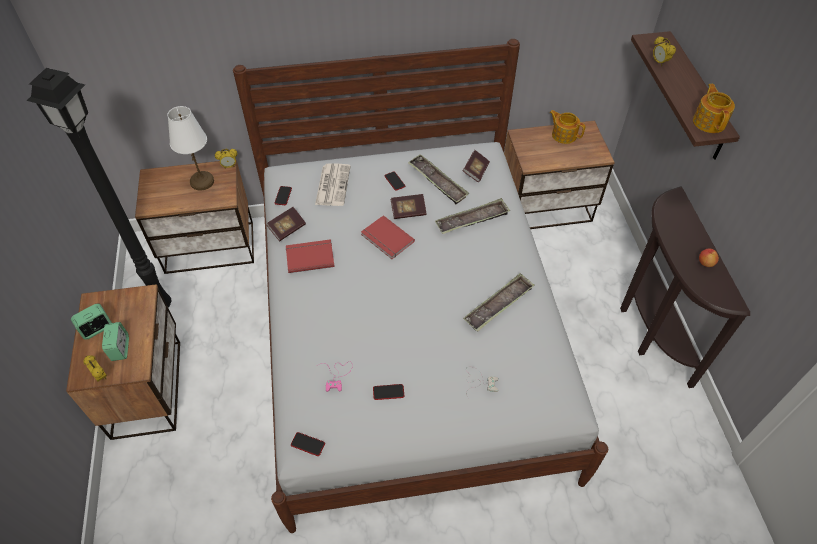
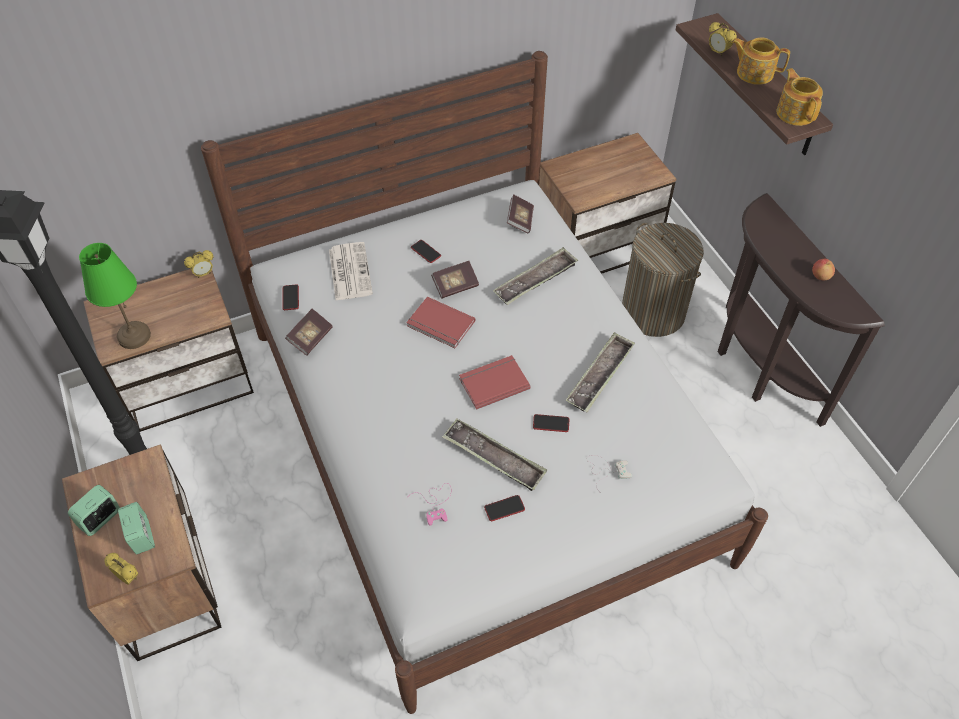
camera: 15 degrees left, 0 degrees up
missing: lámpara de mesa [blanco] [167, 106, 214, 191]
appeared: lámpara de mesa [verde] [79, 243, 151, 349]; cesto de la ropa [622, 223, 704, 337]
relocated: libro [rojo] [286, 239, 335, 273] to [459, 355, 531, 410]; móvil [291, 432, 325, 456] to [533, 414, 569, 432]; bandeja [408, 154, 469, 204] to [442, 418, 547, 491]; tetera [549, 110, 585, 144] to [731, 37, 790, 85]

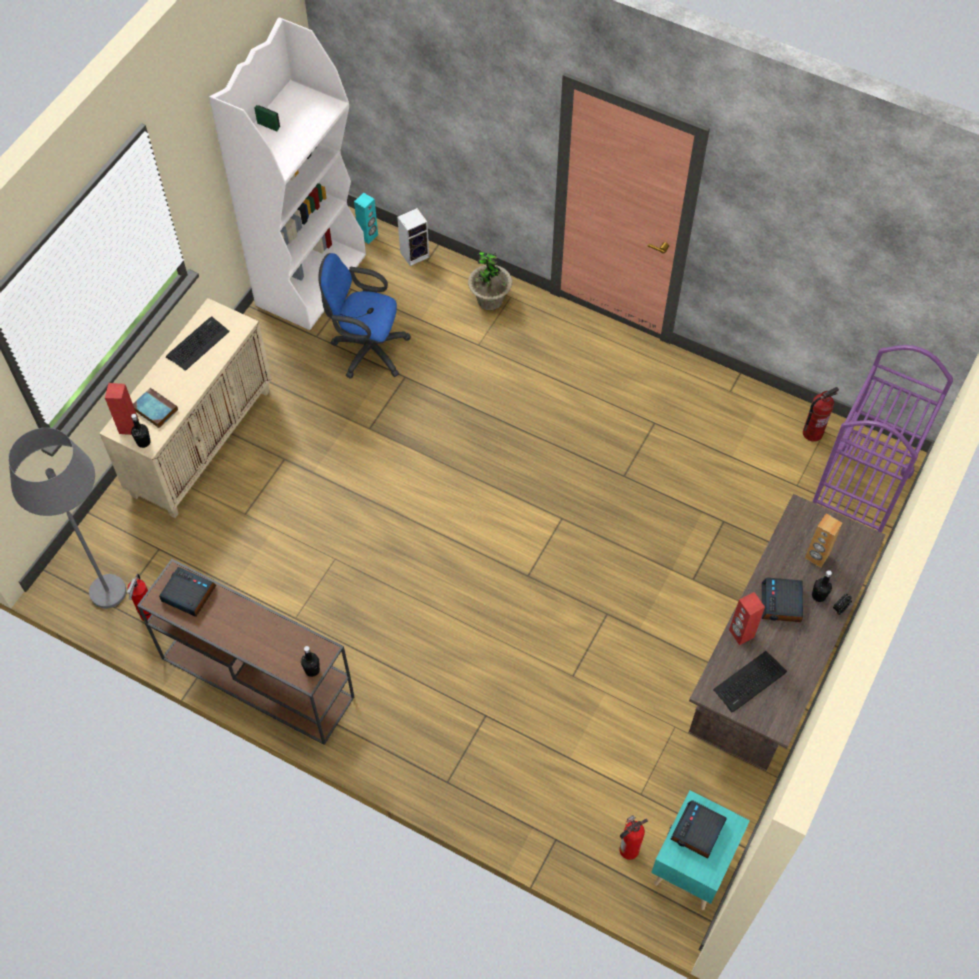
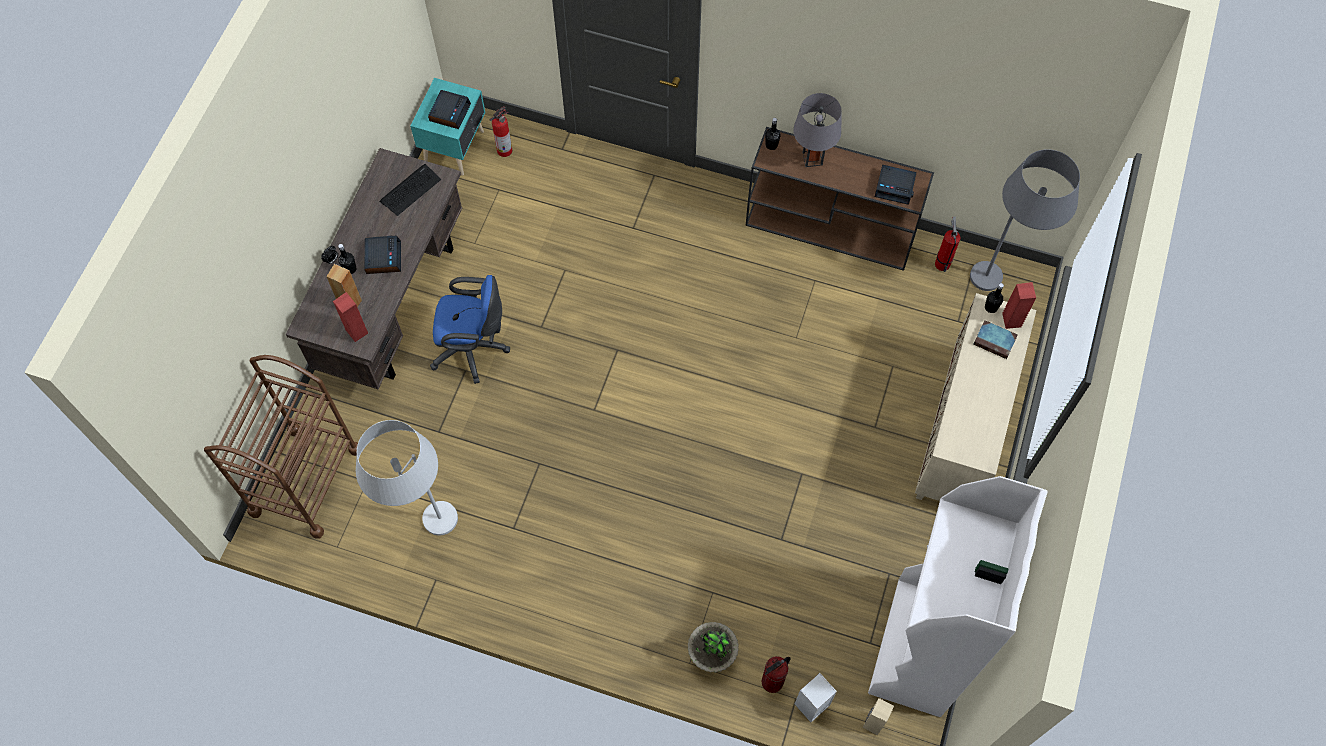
camera: 170 degrees right, 5 degrees up
missing: teclado [166, 317, 230, 371]
appeared: lámpara de pie [blanco] [356, 420, 458, 536]; lámpara de mesa [gris] [793, 93, 842, 167]
relocated: silla de oficina [azul] [318, 253, 411, 379] to [430, 275, 510, 384]; altavoz [rojo] [729, 592, 765, 645] to [333, 292, 368, 342]; extintor [803, 387, 839, 442] to [761, 656, 791, 693]
colour: altavoz [turquesa] [354, 193, 378, 244] to altavoz [beis] [862, 698, 894, 735]; carrito [morado] [812, 345, 953, 533] to carrito [marrón] [204, 355, 358, 539]

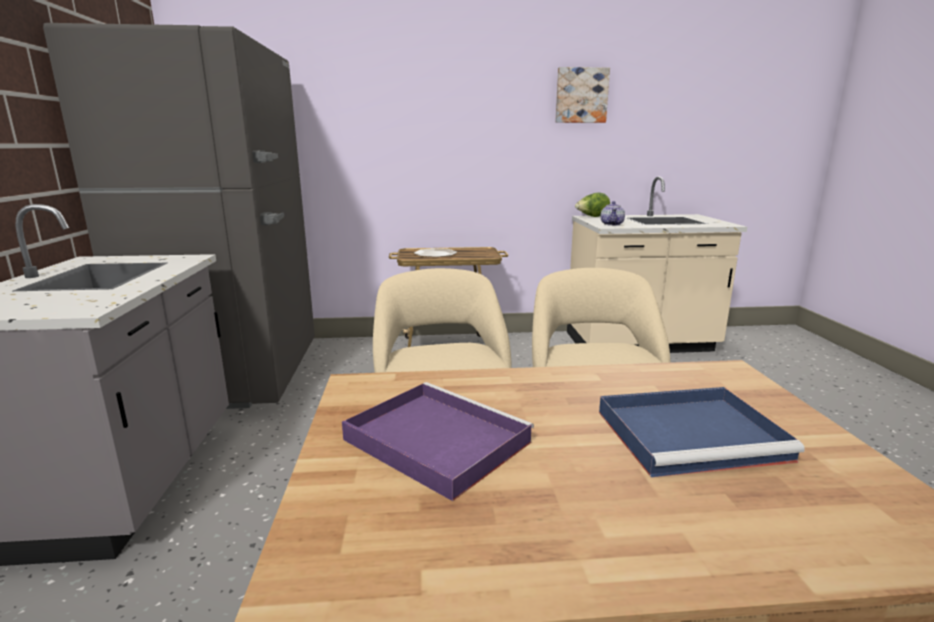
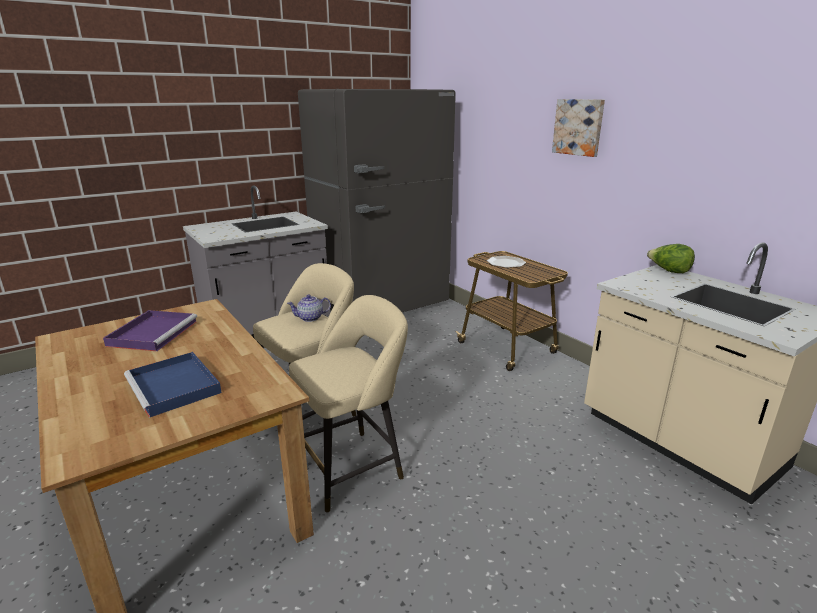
camera: 60 degrees right, 5 degrees up
relocated: cuadro [555, 67, 610, 123] to [552, 99, 605, 157]; tetera [600, 201, 625, 226] to [287, 295, 331, 322]

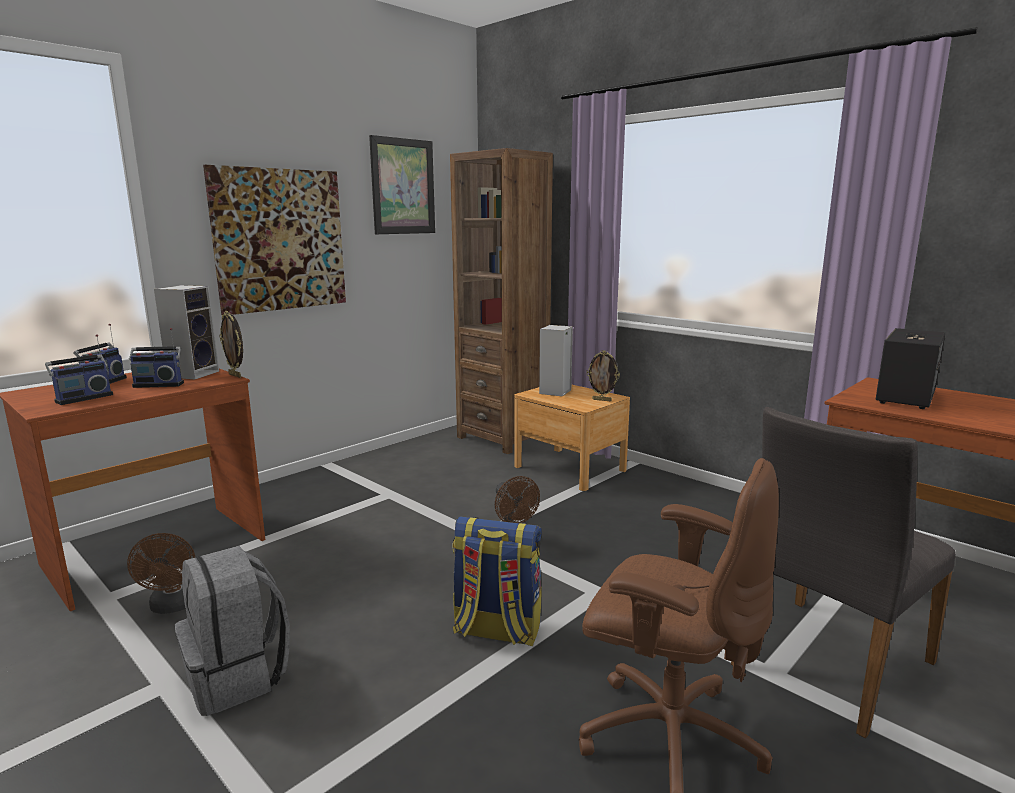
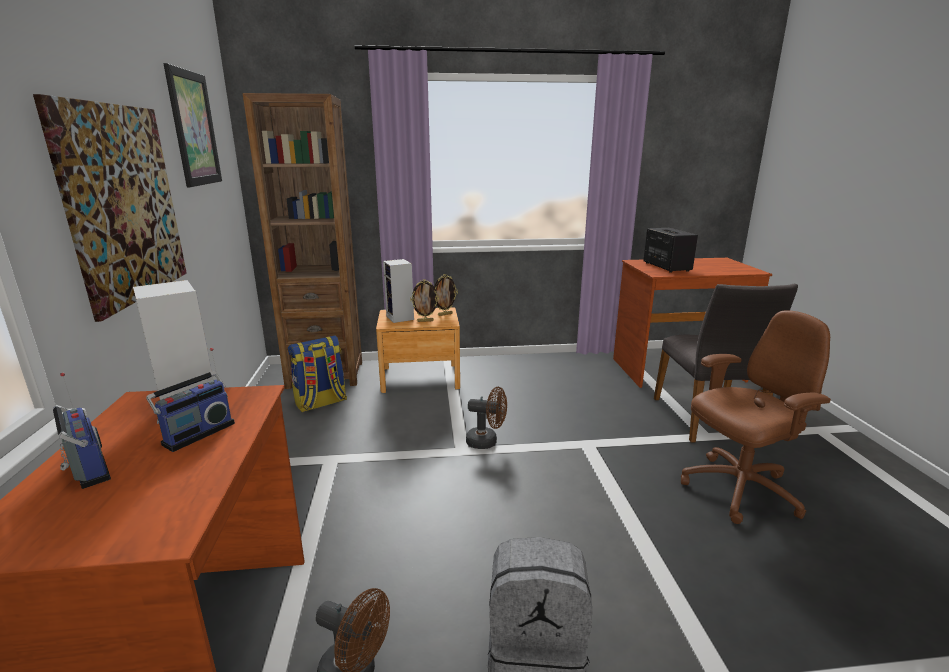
camera: 50 degrees left, 5 degrees up
missing: radio [45, 334, 113, 405]
relocated: portarretratos [220, 311, 243, 378] to [410, 279, 439, 322]; mochila [452, 517, 542, 646] to [288, 335, 347, 412]

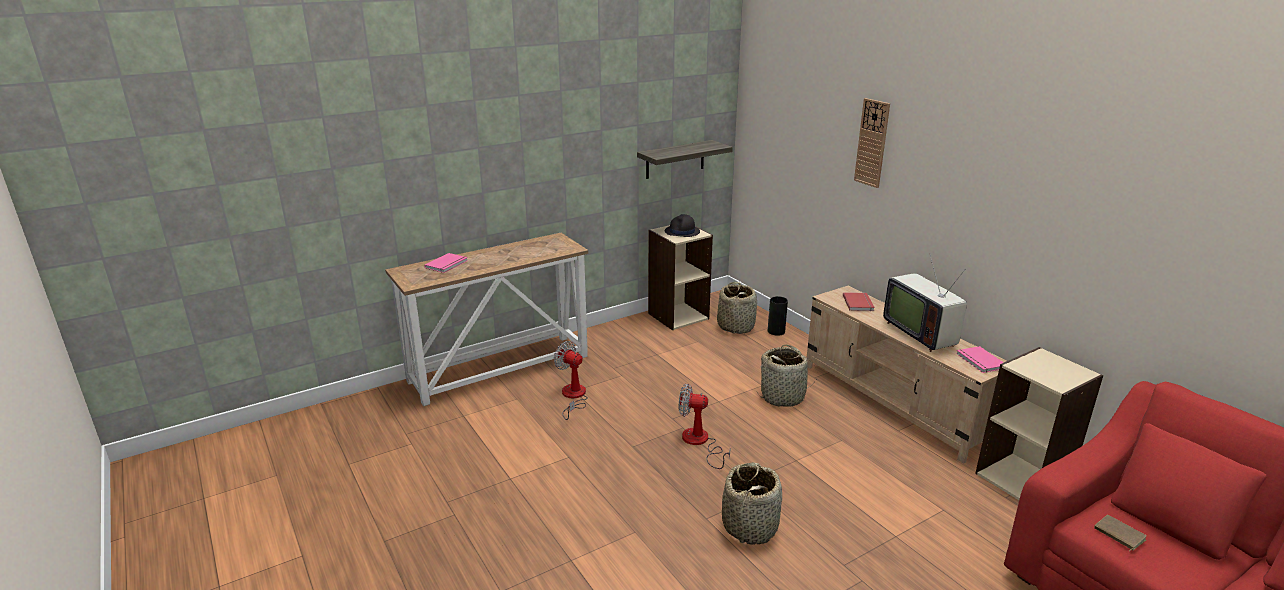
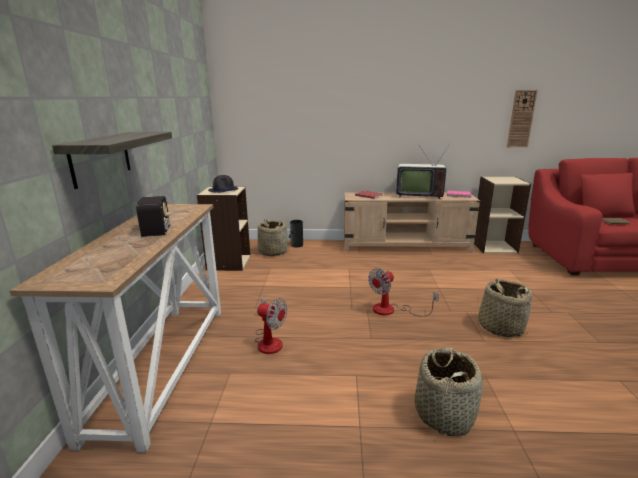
camera: 55 degrees left, 5 degrees down
missing: libro [rosa] [424, 253, 468, 273]
appeared: radio [120, 196, 171, 244]
relocated: estante [637, 140, 733, 179] to [52, 132, 172, 189]; cesta [757, 344, 817, 407] to [415, 347, 483, 436]; reloj de pared [854, 98, 890, 188] to [507, 90, 538, 147]
spun: ventilador [554, 341, 588, 420] = [255, 296, 287, 354] 135 degrees counterclockwise

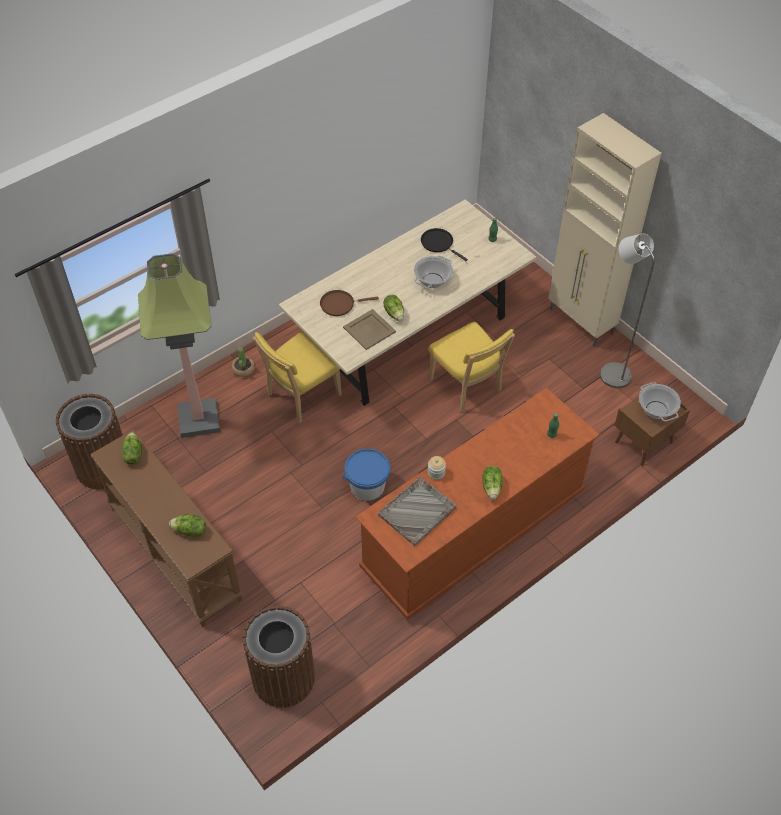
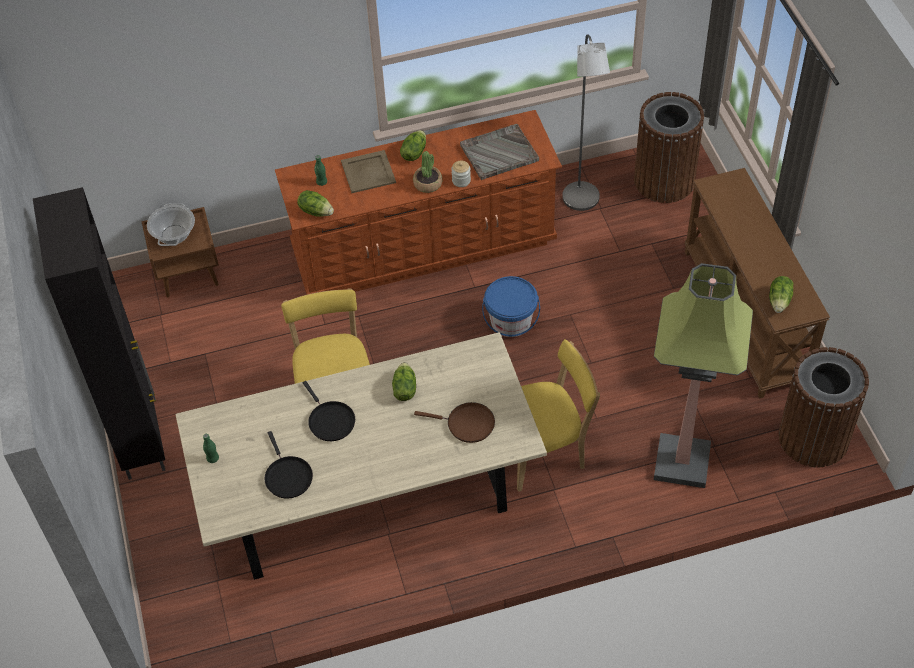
camera: 155 degrees left, 0 degrees up
relocated: lechuga [169, 515, 206, 536] to [297, 190, 334, 217]; planta en maceta [232, 347, 254, 377] to [413, 151, 442, 193]; bandeja [beis] [343, 309, 396, 350] to [341, 150, 396, 193]; lámpara de pie [gris] [600, 234, 655, 388] to [562, 35, 610, 211]
exchanged: olla [414, 256, 453, 288] to sartén [negro] [302, 381, 355, 441]
colour: armario [beis] [549, 113, 662, 346] to armario [negro] [33, 187, 165, 480]

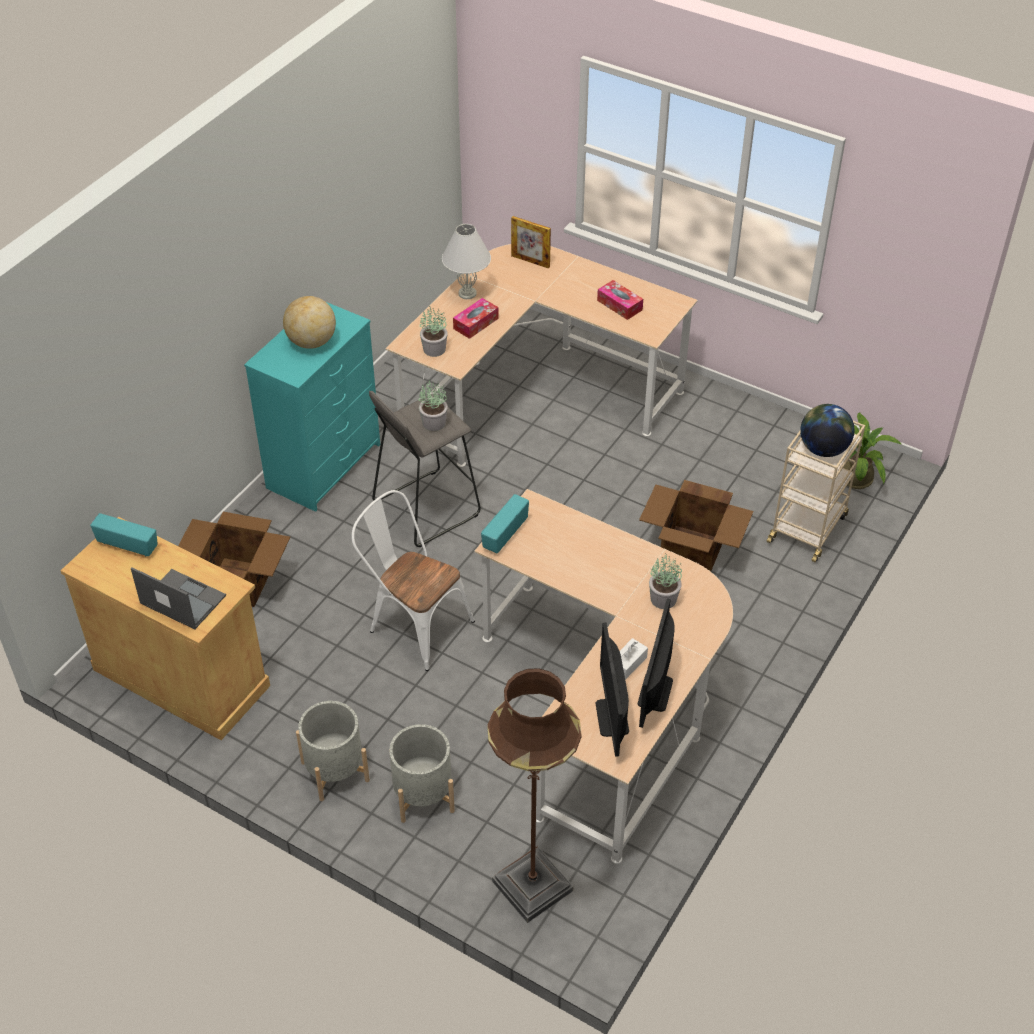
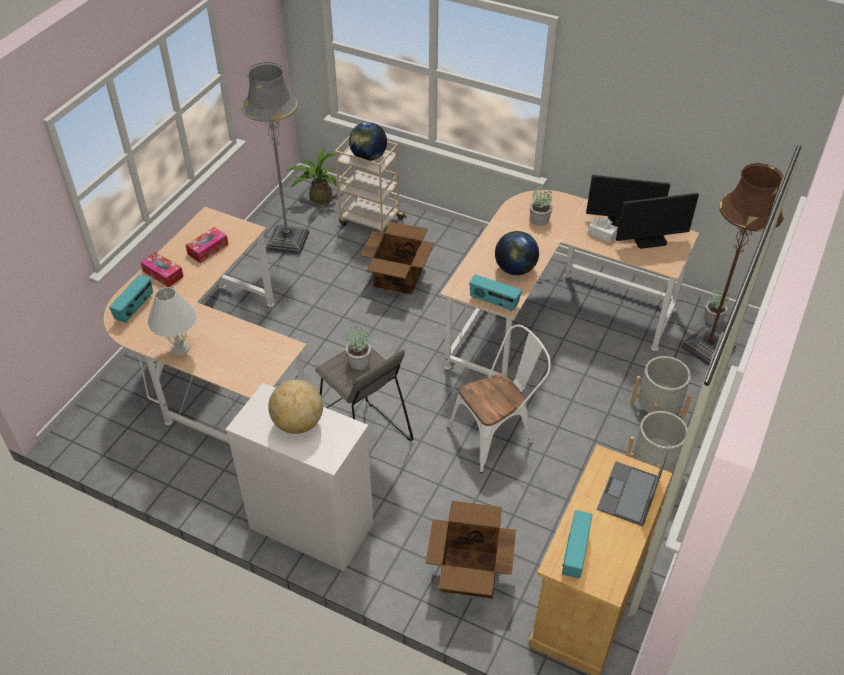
camera: 95 degrees left, 0 degrees up
appeared: lámpara de pie [gris] [242, 62, 309, 255]; globo terráqueo [495, 231, 539, 275]
relocated: planta en maceta [420, 306, 448, 357] to [704, 286, 730, 325]; caja de pañuelos [453, 298, 499, 339] to [140, 252, 184, 287]
exchanged: portarretratos [511, 216, 551, 269] to radio [109, 275, 153, 323]
colour: cómoda [turquesa] [244, 302, 380, 512] to cómoda [blanco] [225, 383, 374, 571]
spun: silla [blanco] [352, 490, 475, 671] = [447, 324, 551, 473] 150 degrees counterclockwise

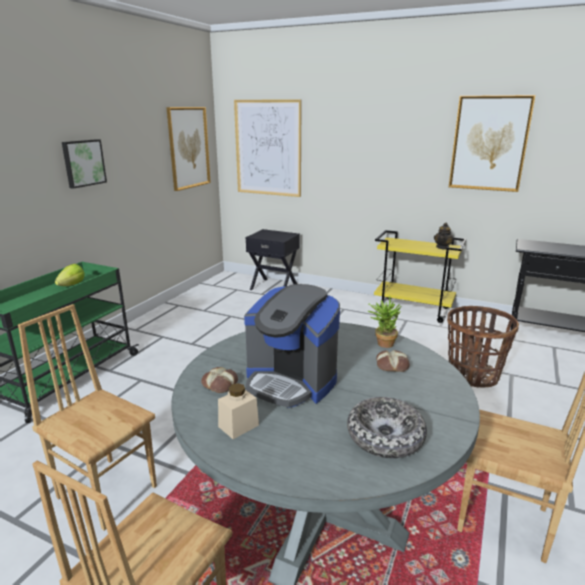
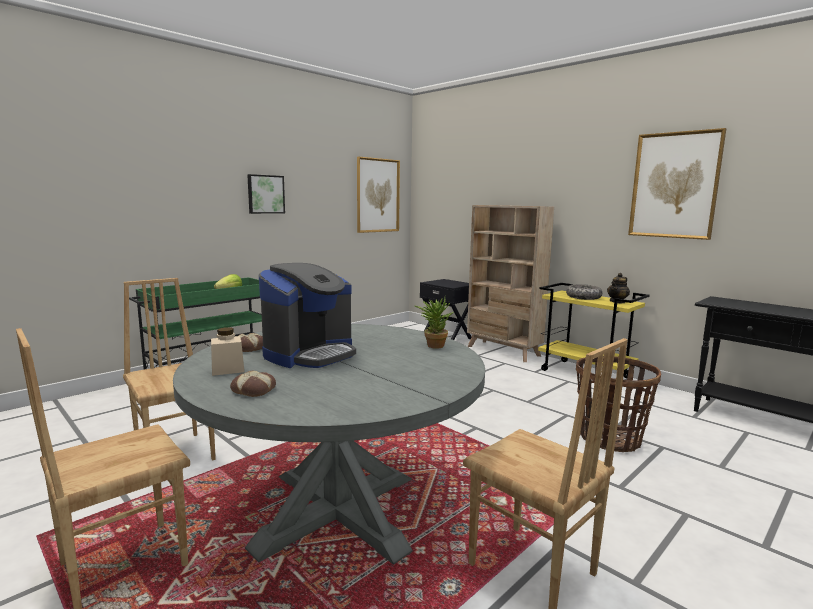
camera: 20 degrees right, 10 degrees down
missing: cuadro [234, 99, 302, 197]
appeared: estantería [beis] [467, 205, 554, 362]
relocated: cuenco [347, 397, 427, 458] to [566, 284, 602, 300]; pan [376, 350, 410, 372] to [230, 371, 276, 397]
spun: cafetera [244, 284, 340, 408] = [259, 263, 356, 368] 105 degrees counterclockwise

